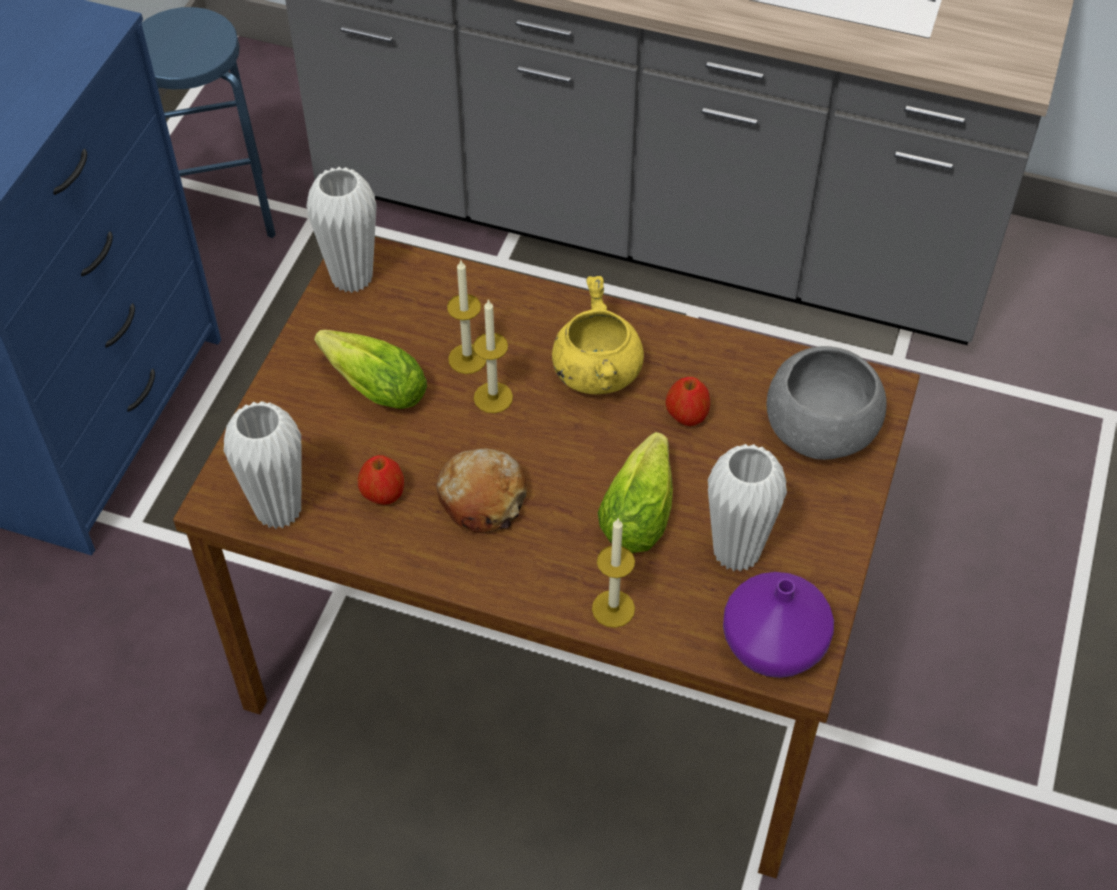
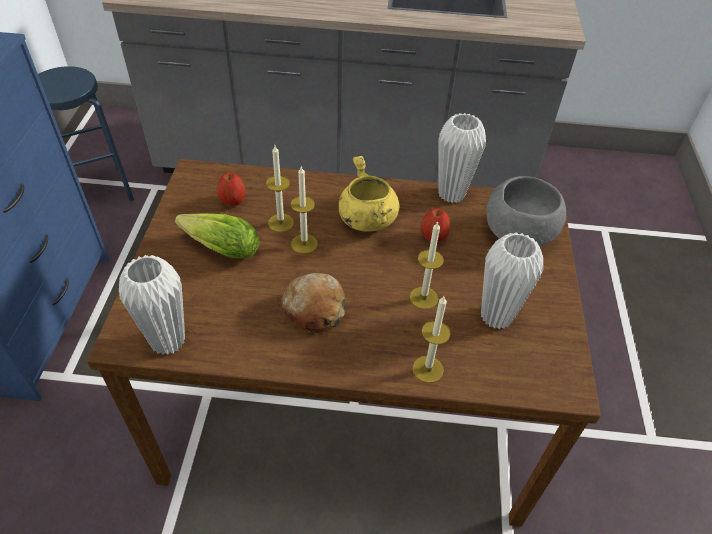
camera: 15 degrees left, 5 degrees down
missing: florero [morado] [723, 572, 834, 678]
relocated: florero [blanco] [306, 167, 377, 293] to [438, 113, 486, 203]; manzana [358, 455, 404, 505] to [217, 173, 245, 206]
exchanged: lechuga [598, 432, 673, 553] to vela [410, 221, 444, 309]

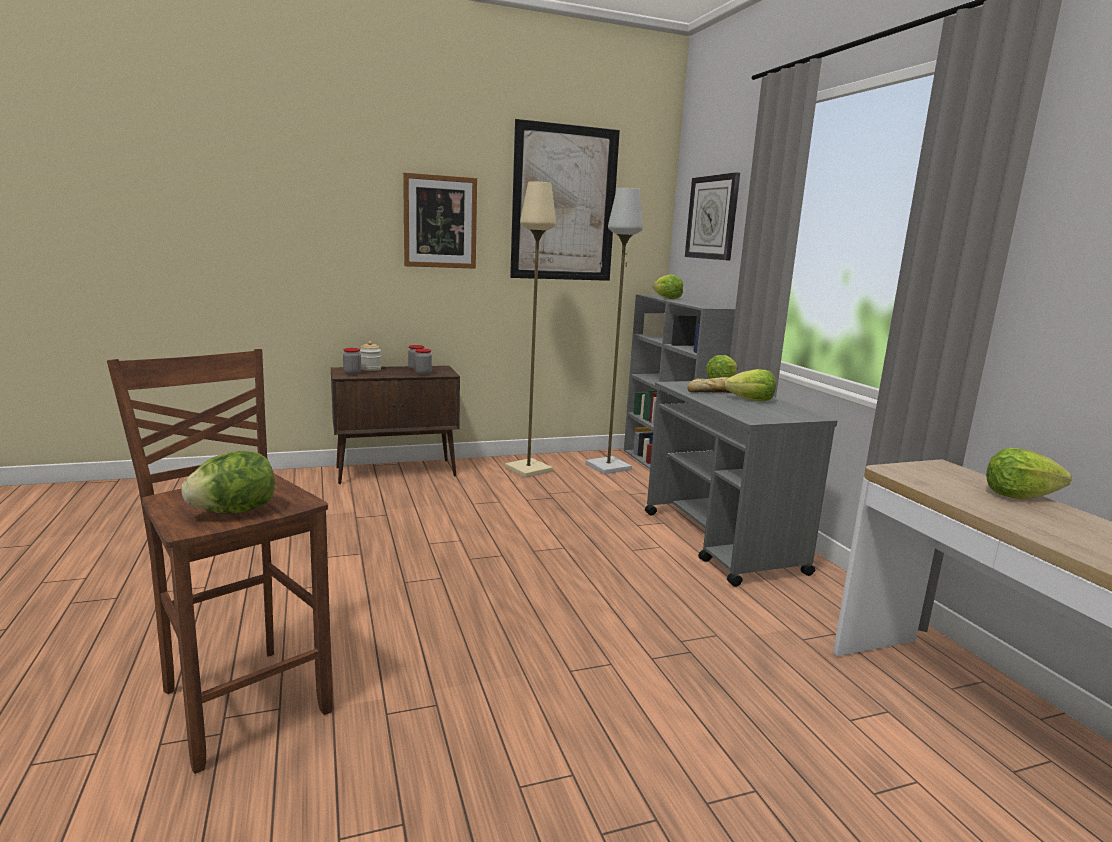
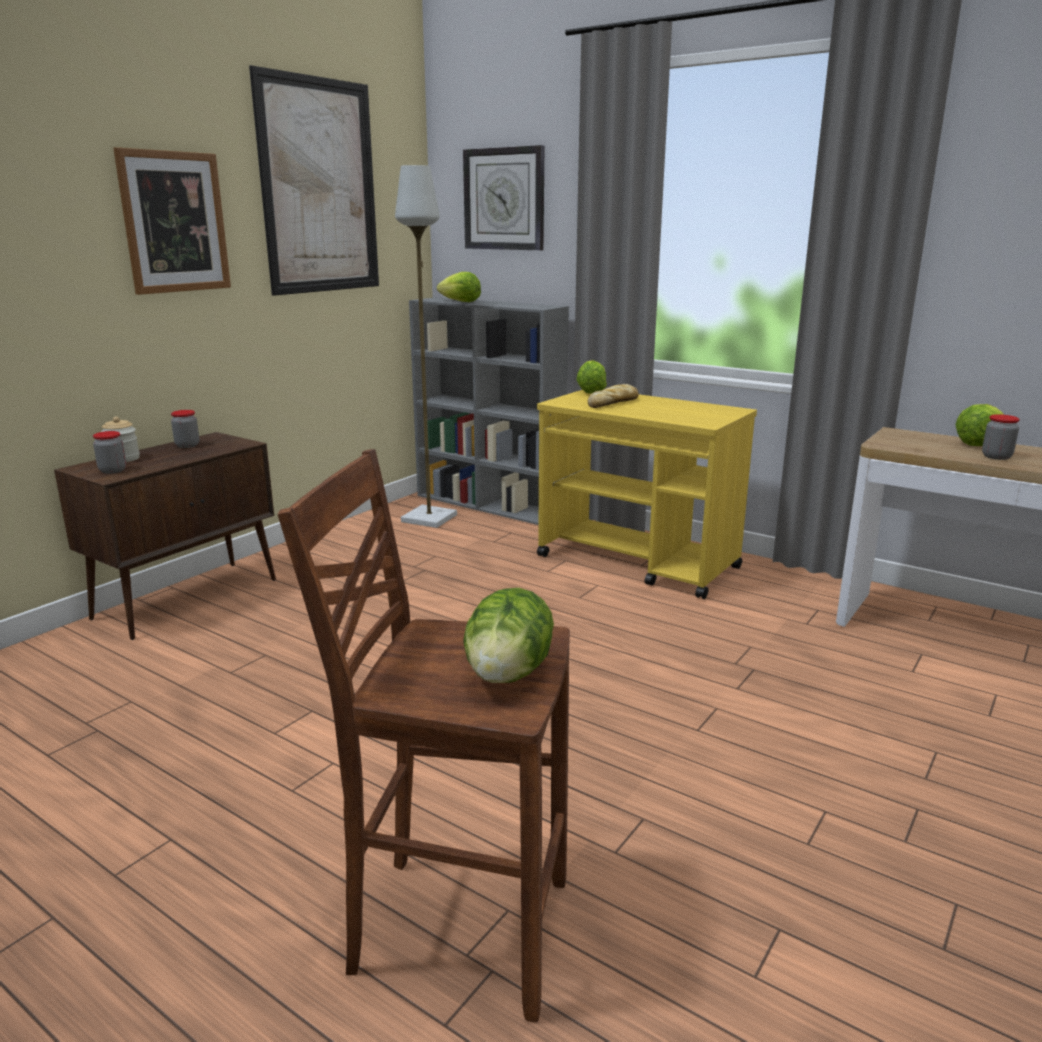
camera: 35 degrees left, 5 degrees up
missing: lámpara de pie [beis] [505, 181, 556, 478]; lechuga [724, 369, 776, 401]
relocated: tarro [415, 349, 432, 375] to [982, 414, 1020, 460]
colour: carrito [gris] [645, 381, 838, 587] to carrito [amarillo] [537, 390, 757, 599]

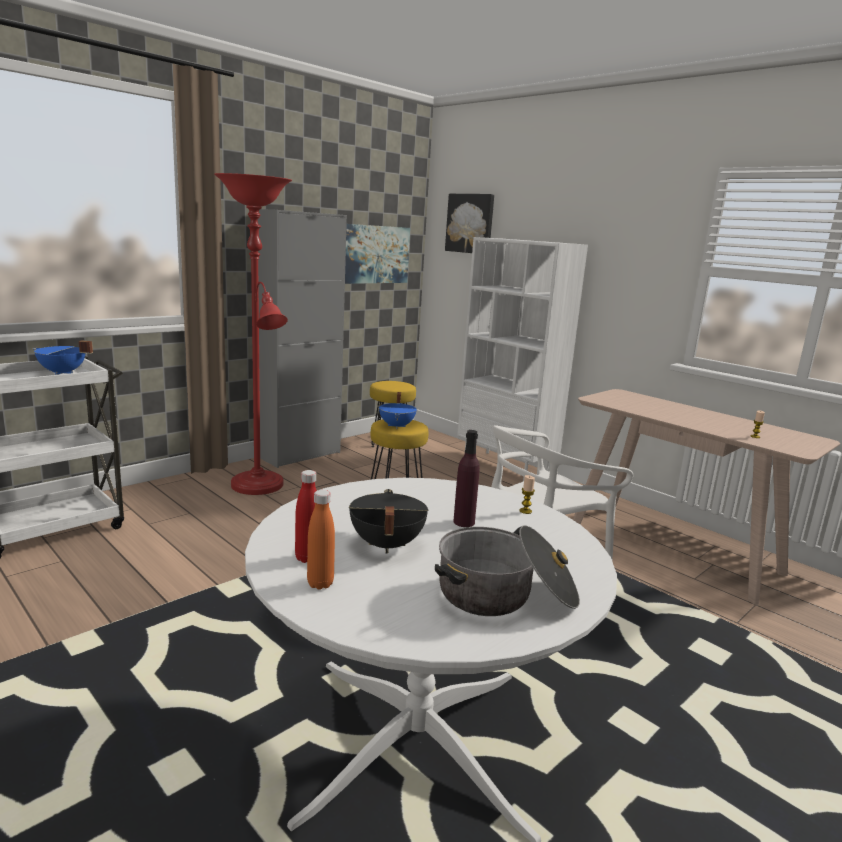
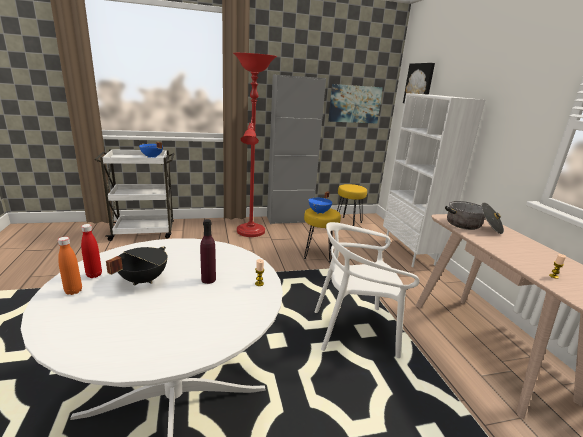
camera: 30 degrees right, 5 degrees up
relocated: olla [435, 525, 580, 616] to [445, 201, 504, 234]

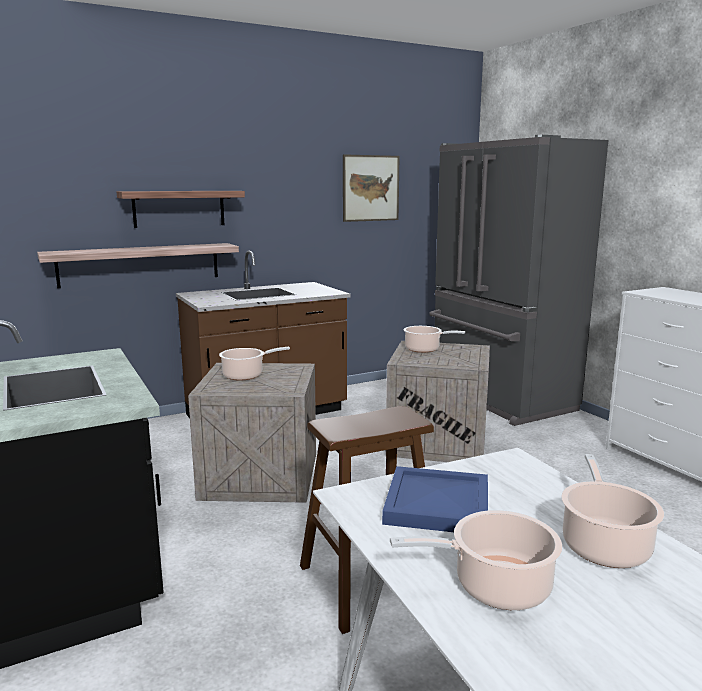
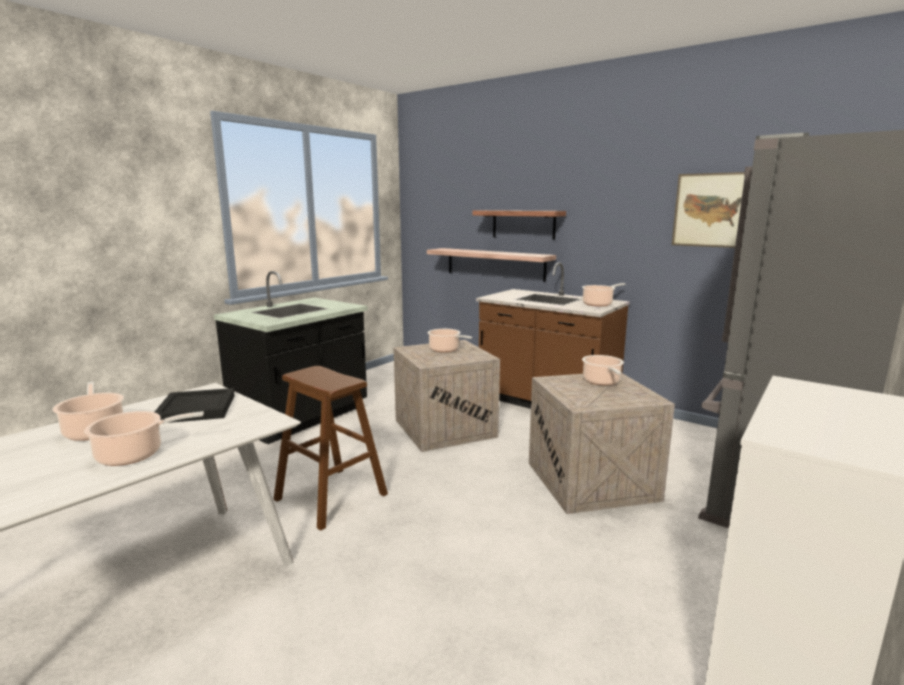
camera: 65 degrees right, 0 degrees up
appeared: olla [582, 283, 626, 306]
colour: bandeja [azul] [382, 466, 488, 532] to bandeja [negro] [155, 388, 235, 423]

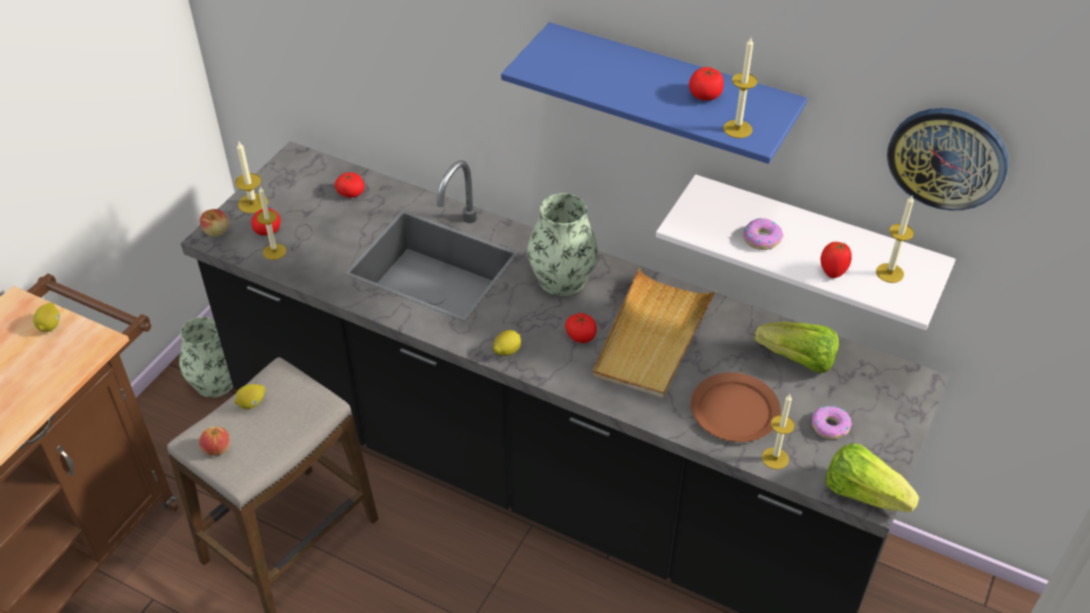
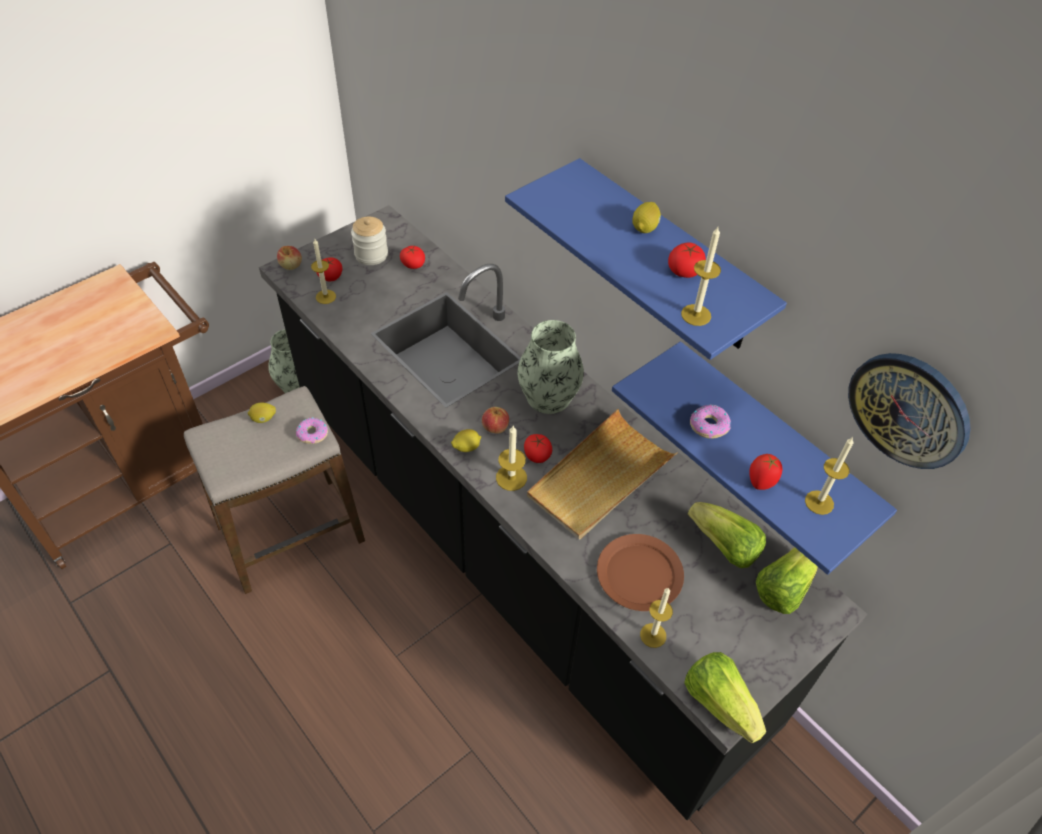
camera: 20 degrees right, 5 degrees up
appeared: tarro [351, 217, 388, 265]; lechuga [756, 548, 818, 614]
relocated: limón [33, 303, 60, 332] to [632, 202, 661, 233]; manzana [199, 427, 230, 456] to [482, 407, 509, 434]; vela [235, 142, 268, 213] to [496, 426, 527, 491]; rosquilla [812, 406, 852, 439] to [296, 417, 328, 444]
colour: estante [blanco] [656, 174, 956, 330] to estante [azul] [612, 341, 897, 575]

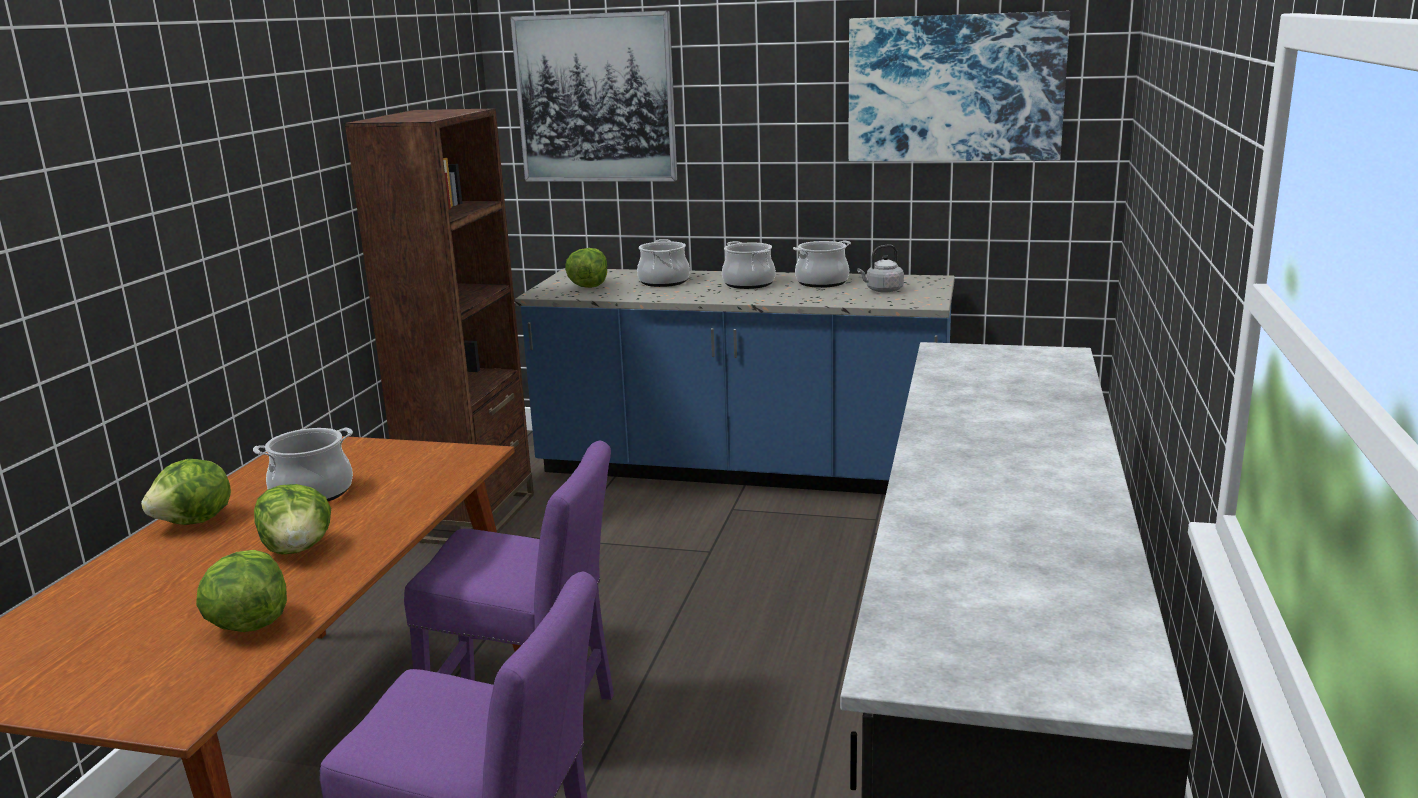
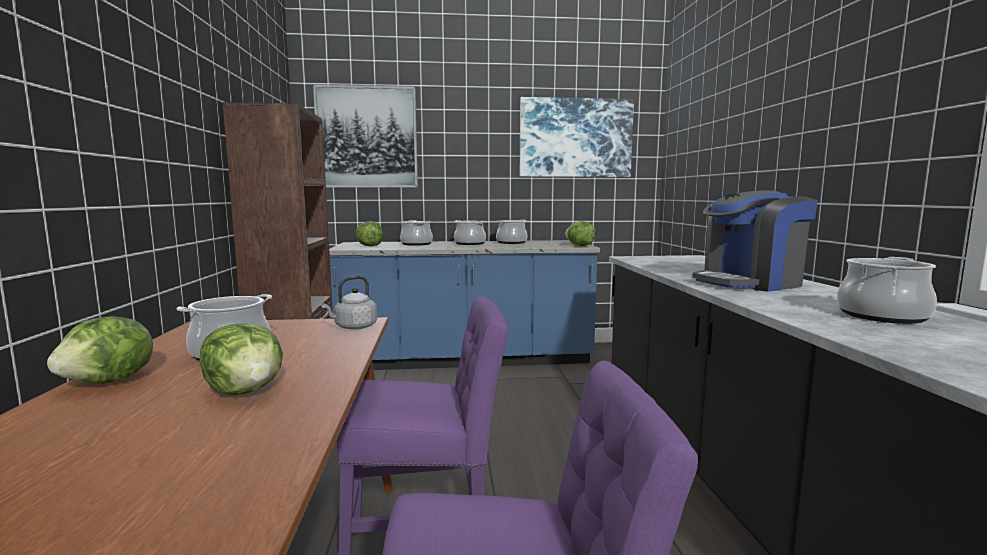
camera: 20 degrees left, 10 degrees down
appeared: cafetera [692, 190, 818, 292]; olla [837, 257, 937, 324]
relocated: lechuga [196, 550, 287, 632] to [565, 221, 596, 246]; hervidor [gris] [857, 245, 904, 293] to [321, 276, 377, 330]

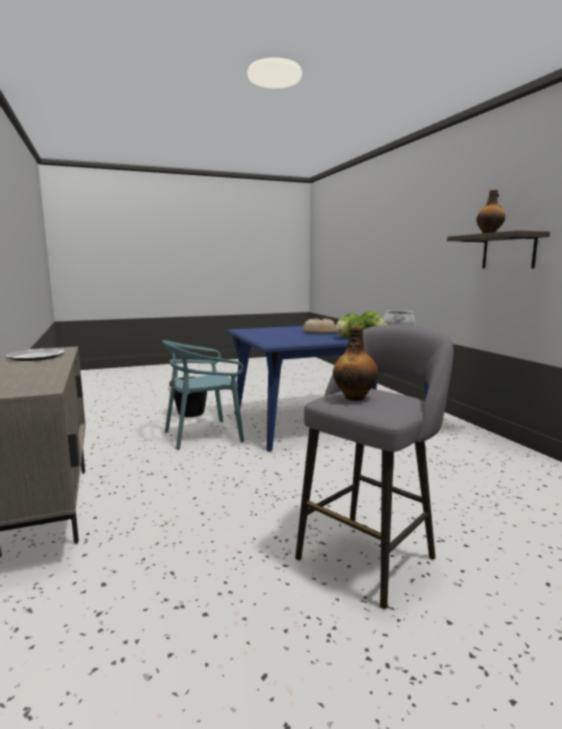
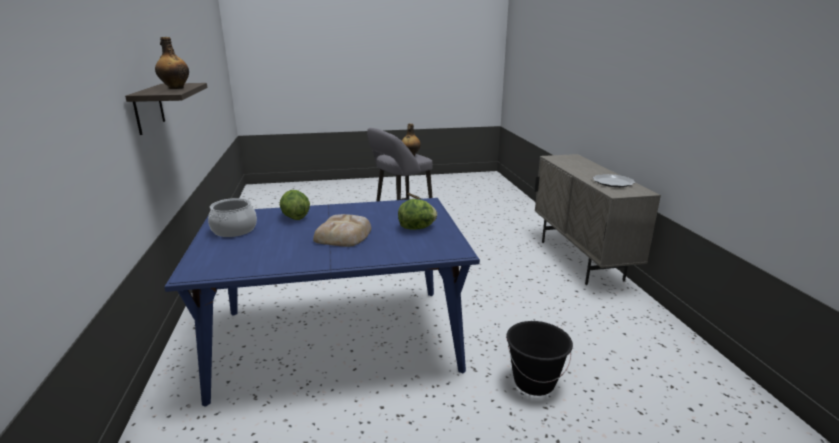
camera: 170 degrees left, 10 degrees up
missing: silla [turquesa] [162, 340, 244, 450]
relocated: lechuga [335, 313, 365, 338] to [398, 199, 437, 230]

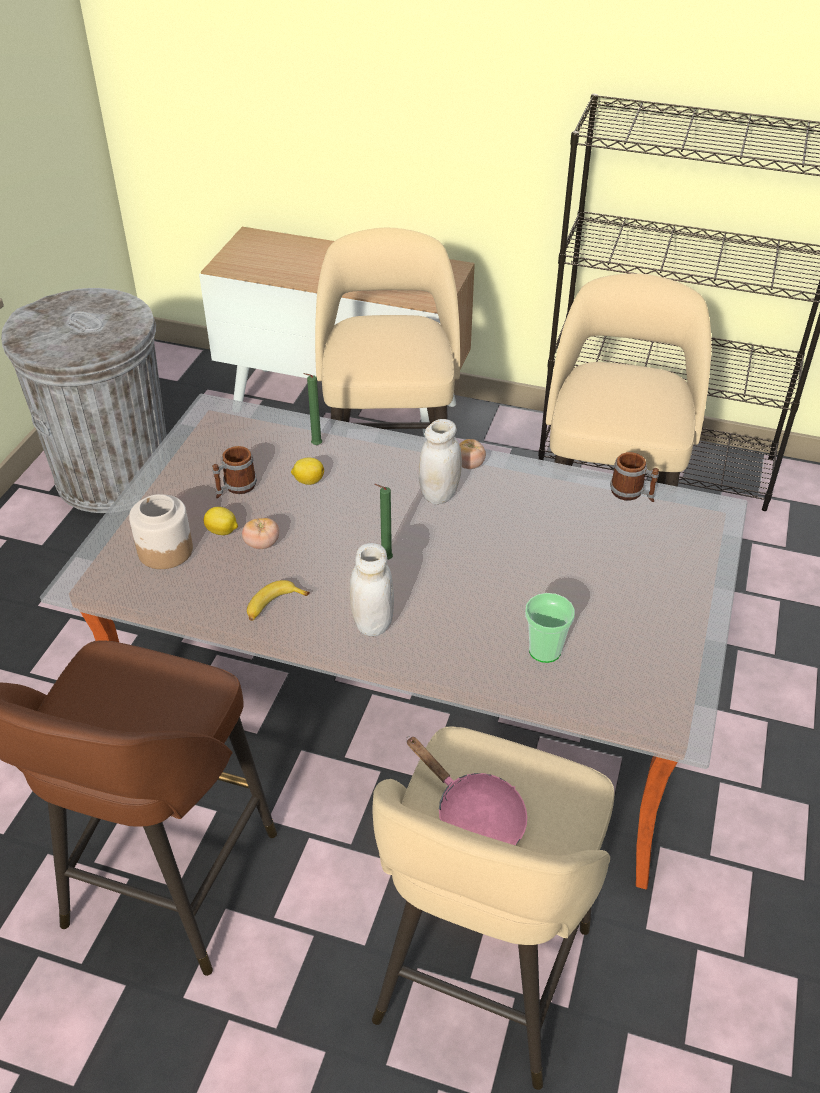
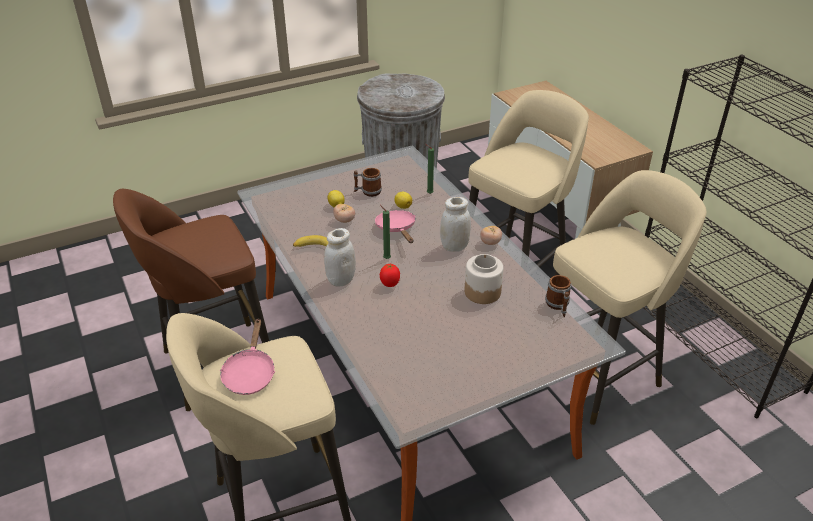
camera: 45 degrees right, 5 degrees down
missing: taza [525, 593, 575, 663]
appeared: sartén [rosa] [375, 210, 416, 243]; tomate [380, 263, 400, 287]
relocated: tarro [129, 494, 193, 569] to [465, 254, 504, 304]

